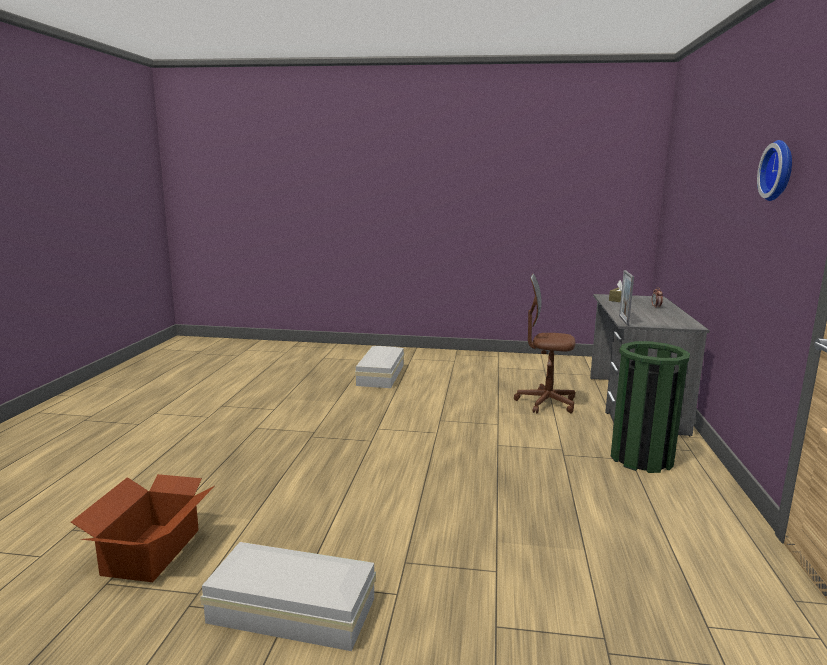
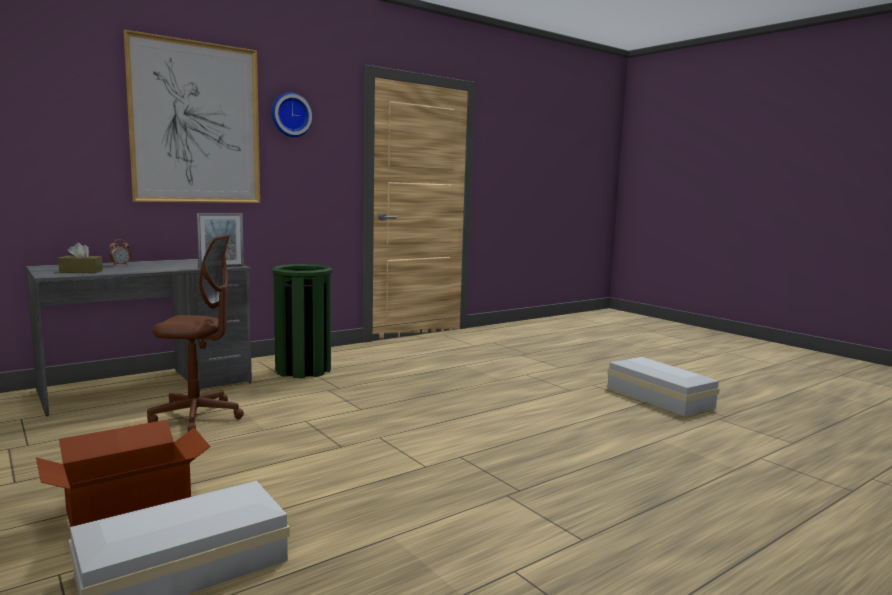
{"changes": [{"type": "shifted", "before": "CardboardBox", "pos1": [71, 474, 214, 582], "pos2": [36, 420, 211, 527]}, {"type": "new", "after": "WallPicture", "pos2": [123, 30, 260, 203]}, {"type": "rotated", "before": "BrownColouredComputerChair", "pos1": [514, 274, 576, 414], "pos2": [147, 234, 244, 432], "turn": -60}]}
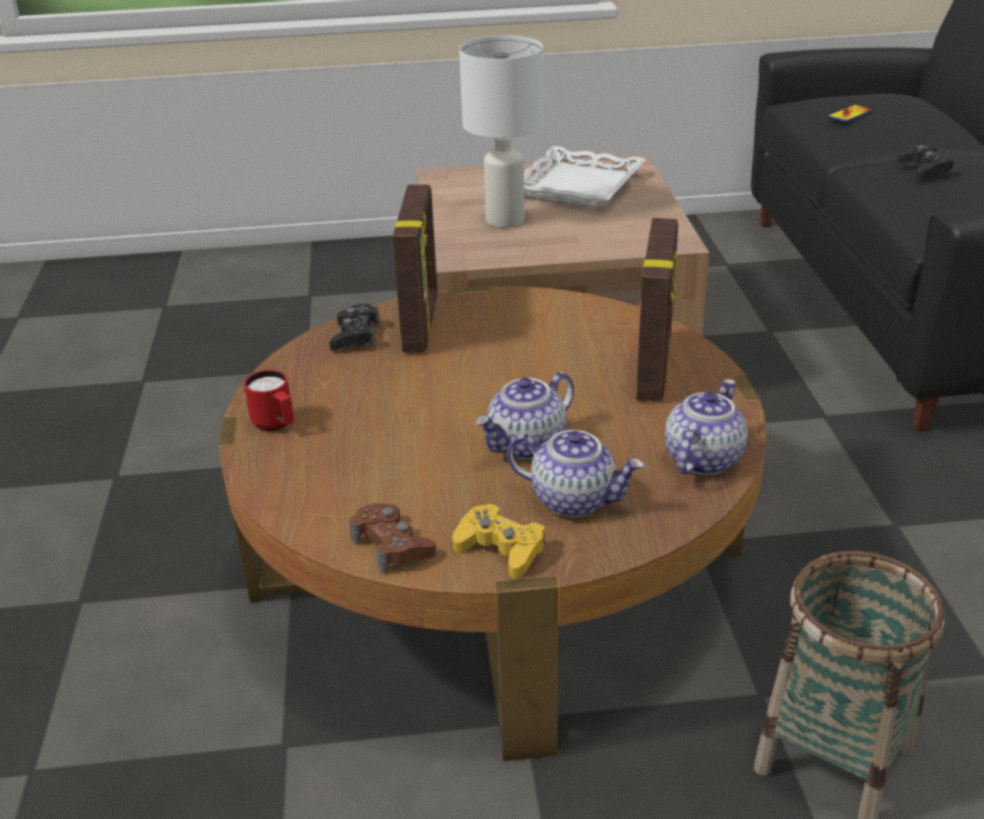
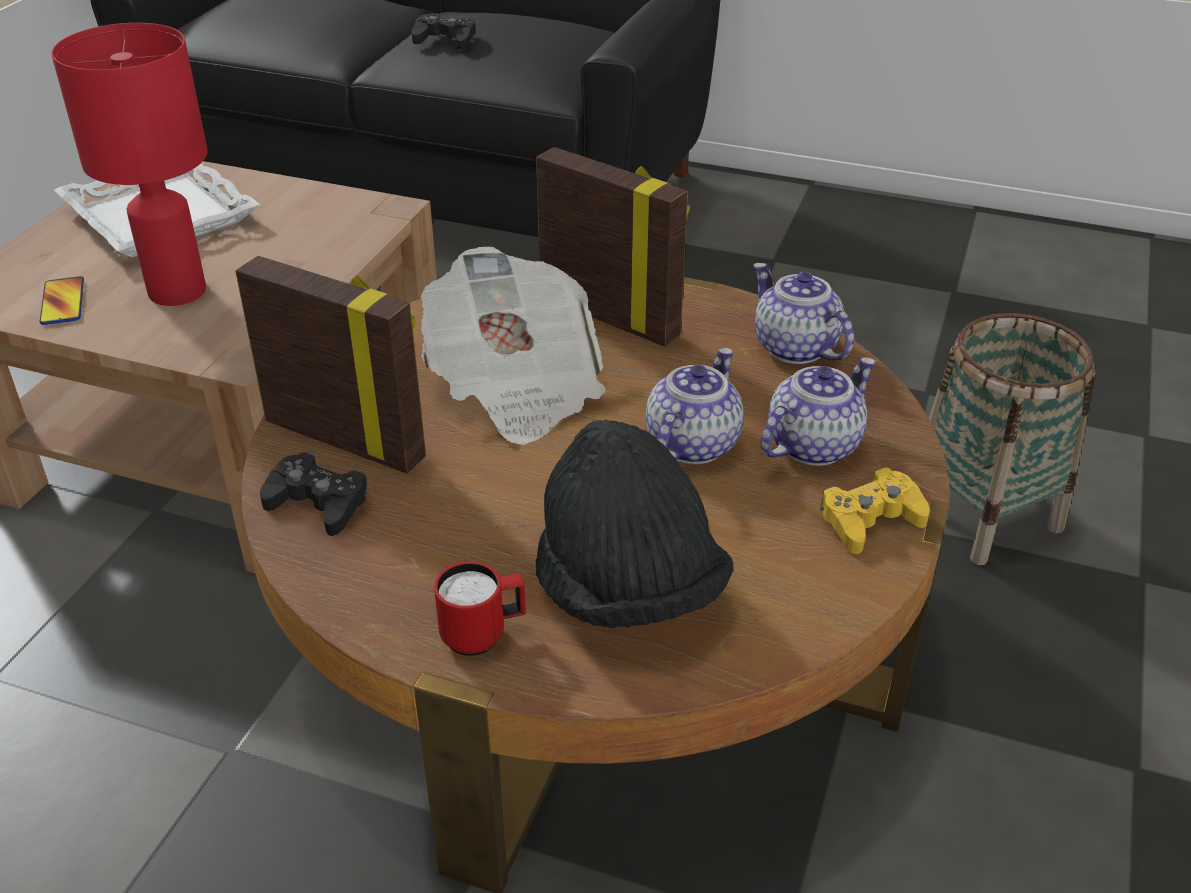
{"changes": [{"type": "shifted", "before": "Telephone", "pos1": [828, 105, 874, 122], "pos2": [40, 276, 84, 325]}, {"type": "repainted", "before": "WhitishTableLamp", "after": "RedTableLamp", "pos1": [459, 35, 543, 228], "pos2": [51, 23, 208, 306]}, {"type": "new", "after": "Newspaper", "pos2": [421, 247, 605, 445]}, {"type": "new", "after": "BlackishClothingHat", "pos2": [536, 420, 733, 628]}, {"type": "rotated", "before": "Teapot", "pos1": [475, 372, 574, 459], "pos2": [646, 348, 743, 464], "turn": -135}, {"type": "gone", "before": "BrownColouredGameController", "pos1": [349, 503, 436, 573]}]}
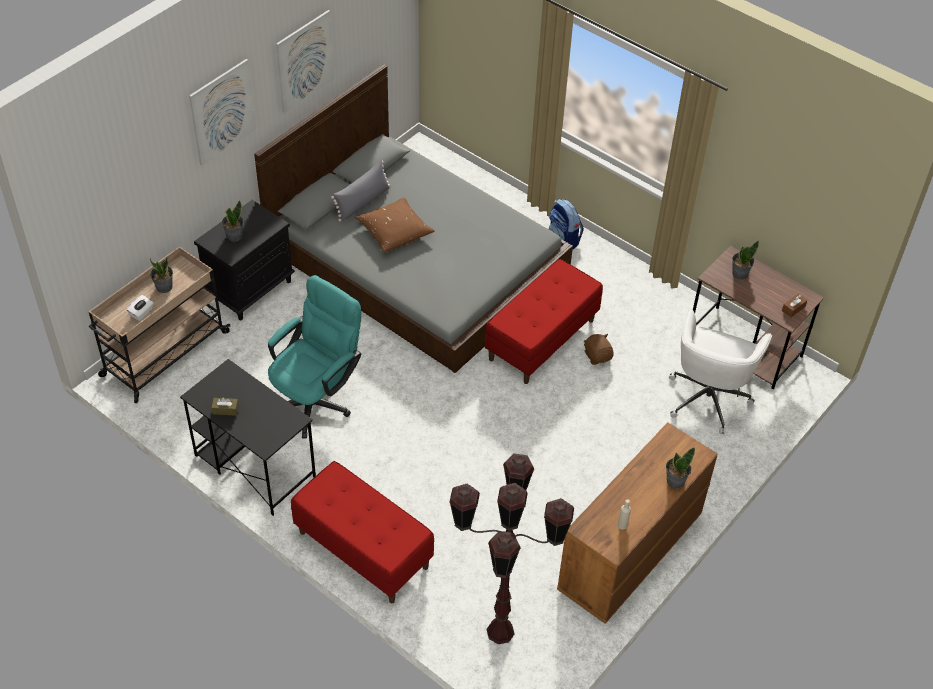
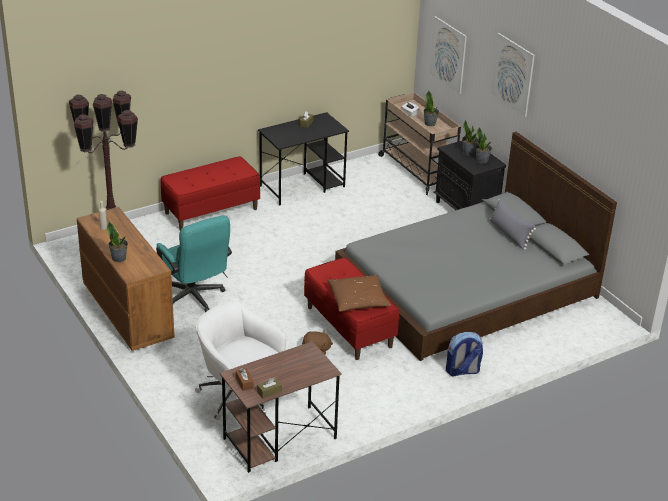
{"changes": [{"type": "shifted", "before": "BlueGreenComputerChair", "pos1": [268, 275, 361, 439], "pos2": [156, 215, 232, 312]}, {"type": "new", "after": "BrownColouredTissueHolder", "pos2": [257, 378, 282, 399]}, {"type": "shifted", "before": "BrownColouredCushion", "pos1": [355, 198, 434, 253], "pos2": [328, 275, 391, 312]}, {"type": "shifted", "before": "WallPicture", "pos1": [276, 10, 334, 113], "pos2": [429, 16, 467, 94]}, {"type": "shifted", "before": "PlantInAPot", "pos1": [732, 241, 759, 280], "pos2": [475, 127, 492, 163]}]}
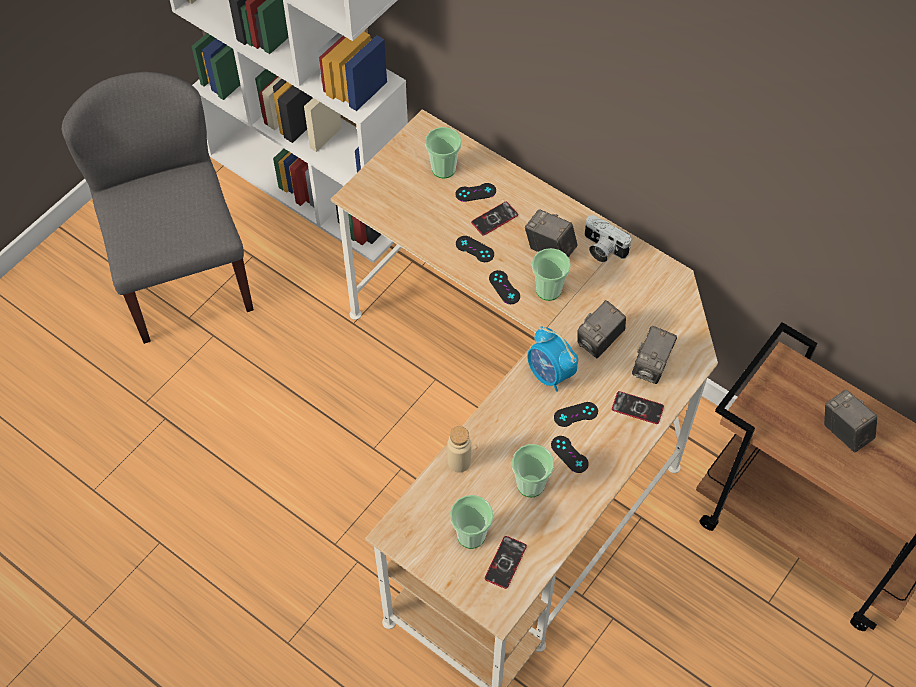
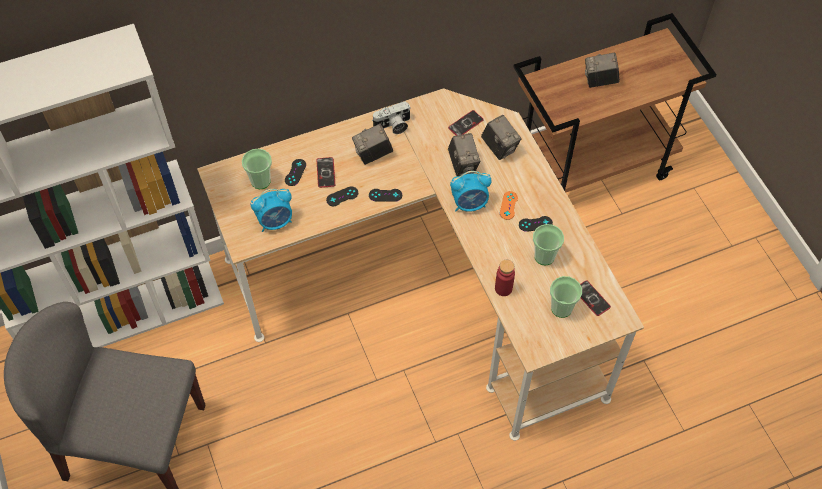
{"changes": [{"type": "new", "after": "BedsideClock", "pos2": [251, 189, 292, 232]}, {"type": "shifted", "before": "Telephone", "pos1": [612, 391, 664, 424], "pos2": [448, 110, 484, 136]}, {"type": "repainted", "before": "BeigeDrinkBottle", "after": "RedDrinkBottle", "pos1": [447, 426, 471, 473], "pos2": [495, 260, 515, 296]}, {"type": "repainted", "before": "BlackishGameController", "after": "OrangeyGameController", "pos1": [554, 402, 598, 427], "pos2": [500, 191, 518, 220]}, {"type": "gone", "before": "SmallCup", "pos1": [532, 248, 571, 301]}]}
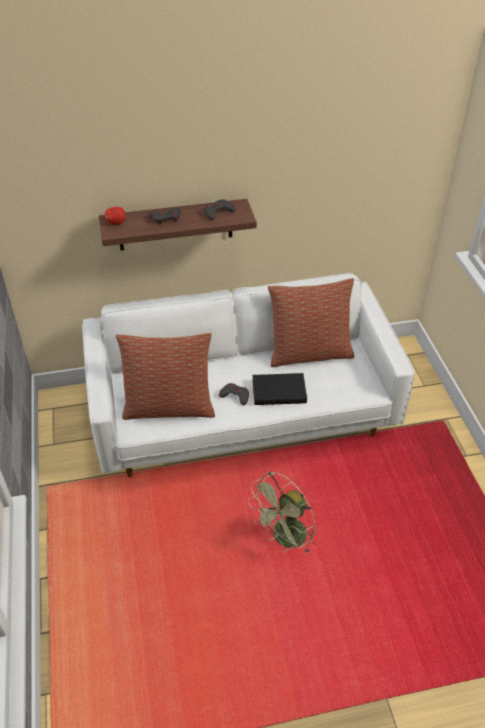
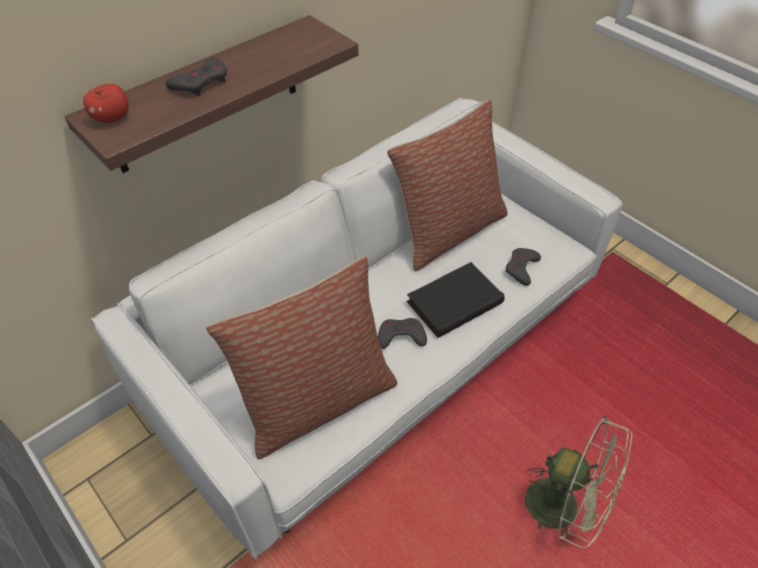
{"changes": [{"type": "shifted", "before": "GrayGameController", "pos1": [204, 200, 236, 220], "pos2": [506, 248, 541, 286]}, {"type": "rotated", "before": "GreenishElectricFan", "pos1": [248, 472, 315, 555], "pos2": [525, 416, 633, 548], "turn": -75}]}
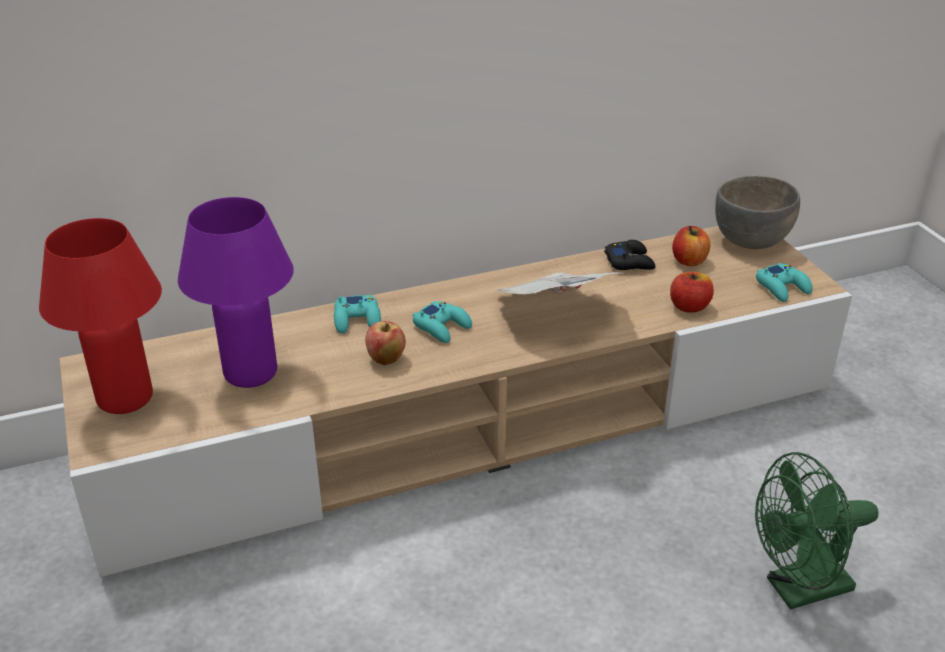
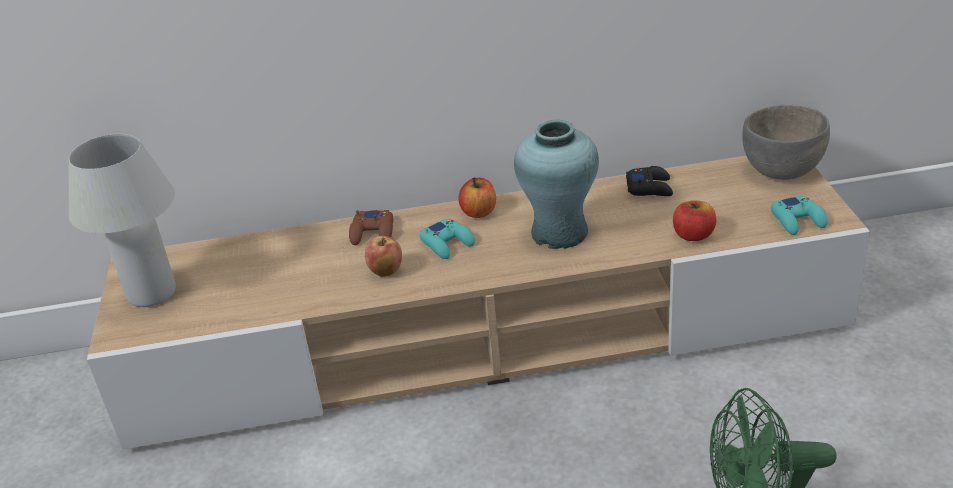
{"changes": [{"type": "repainted", "before": "RedTableLamp", "after": "WhitishTableLamp", "pos1": [39, 218, 162, 414], "pos2": [69, 134, 176, 307]}, {"type": "repainted", "before": "BlueGreenGameController", "after": "BrownColouredGameController", "pos1": [334, 295, 381, 334], "pos2": [349, 210, 393, 245]}, {"type": "shifted", "before": "Apple", "pos1": [672, 226, 711, 266], "pos2": [458, 177, 496, 218]}, {"type": "swapped", "before": "Newspaper", "after": "BlueGreenFlowerVase", "pos1": [496, 272, 620, 294], "pos2": [514, 119, 599, 249]}, {"type": "gone", "before": "PurpleTableLamp", "pos1": [178, 197, 294, 388]}]}
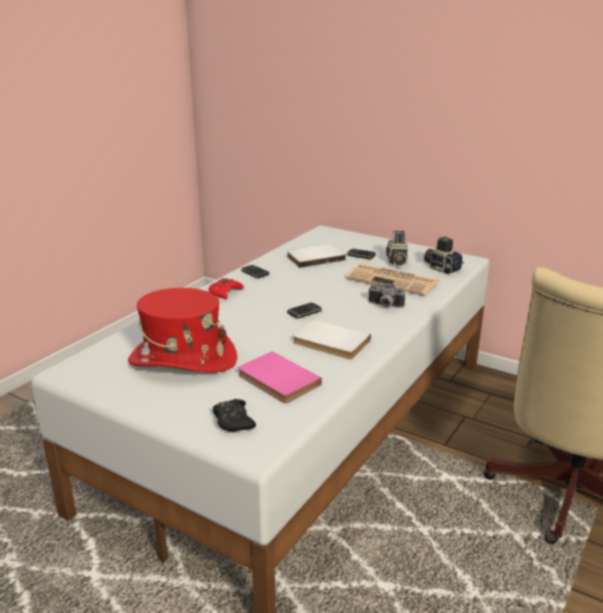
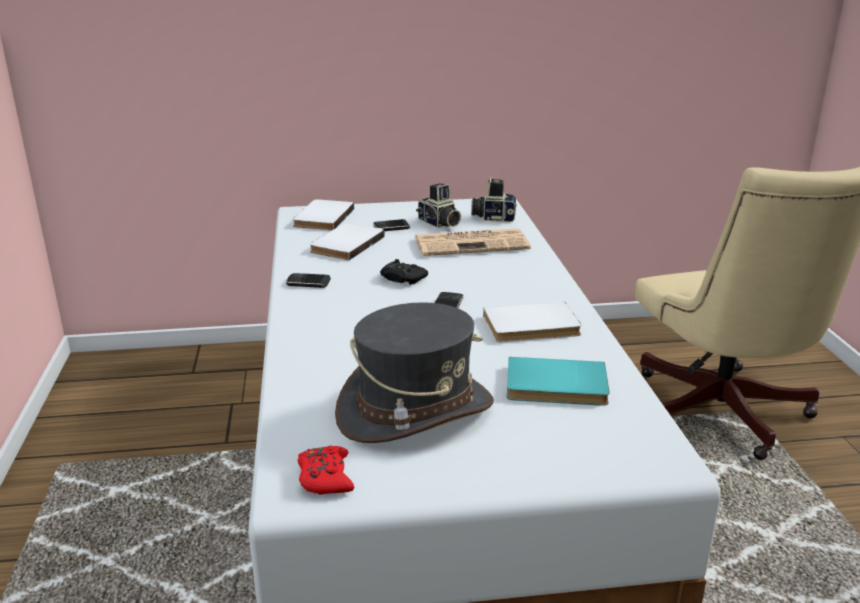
{"changes": [{"type": "new", "after": "WhitishBook", "pos2": [293, 199, 354, 231]}, {"type": "shifted", "before": "RedGameController", "pos1": [209, 278, 244, 299], "pos2": [298, 446, 354, 495]}, {"type": "repainted", "before": "RedClothingHat", "after": "GrayClothingHat", "pos1": [128, 288, 237, 372], "pos2": [335, 302, 494, 443]}, {"type": "shifted", "before": "BlackishGameController", "pos1": [213, 399, 256, 432], "pos2": [380, 259, 428, 285]}, {"type": "repainted", "before": "PinkColouredBook", "after": "BlueGreenBook", "pos1": [238, 351, 322, 403], "pos2": [507, 357, 610, 406]}, {"type": "gone", "before": "StillCamera", "pos1": [368, 283, 405, 308]}]}
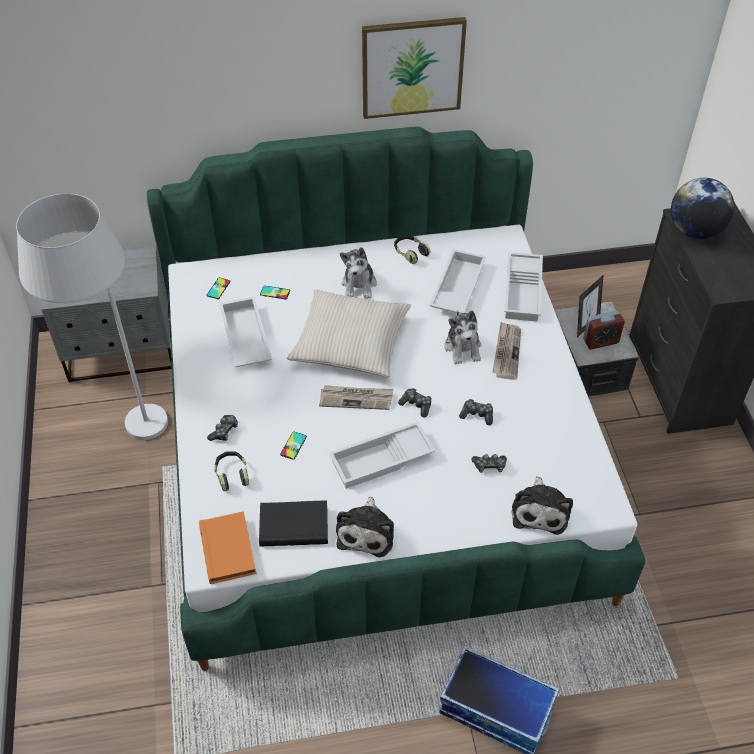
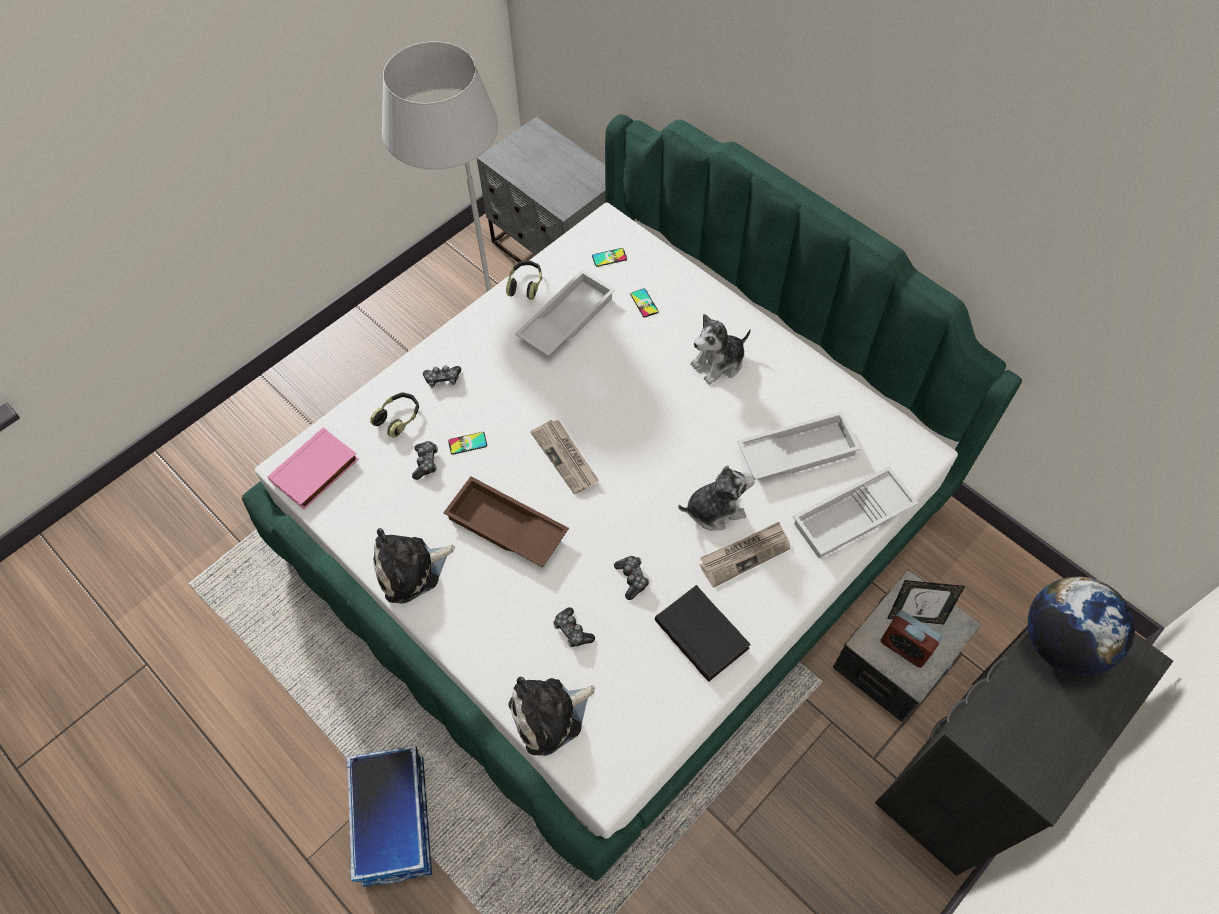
{"changes": [{"type": "repainted", "before": "OrangeyBook", "after": "PinkColouredBook", "pos1": [199, 511, 257, 584], "pos2": [268, 427, 359, 509]}, {"type": "shifted", "before": "GameController", "pos1": [398, 388, 431, 417], "pos2": [412, 441, 438, 480]}, {"type": "repainted", "before": "WhitishServingTray", "after": "BrownColouredServingTray", "pos1": [329, 422, 435, 489], "pos2": [443, 476, 569, 567]}, {"type": "shifted", "before": "Headset", "pos1": [394, 235, 431, 264], "pos2": [506, 260, 542, 300]}, {"type": "shifted", "before": "BlackishBook", "pos1": [259, 500, 328, 546], "pos2": [655, 585, 751, 682]}, {"type": "rotated", "before": "PlushToy", "pos1": [445, 311, 481, 364], "pos2": [678, 465, 755, 531], "turn": -150}, {"type": "gone", "before": "BeigeCushion", "pos1": [287, 290, 411, 378]}, {"type": "gone", "before": "WallPicture", "pos1": [362, 17, 467, 119]}]}
